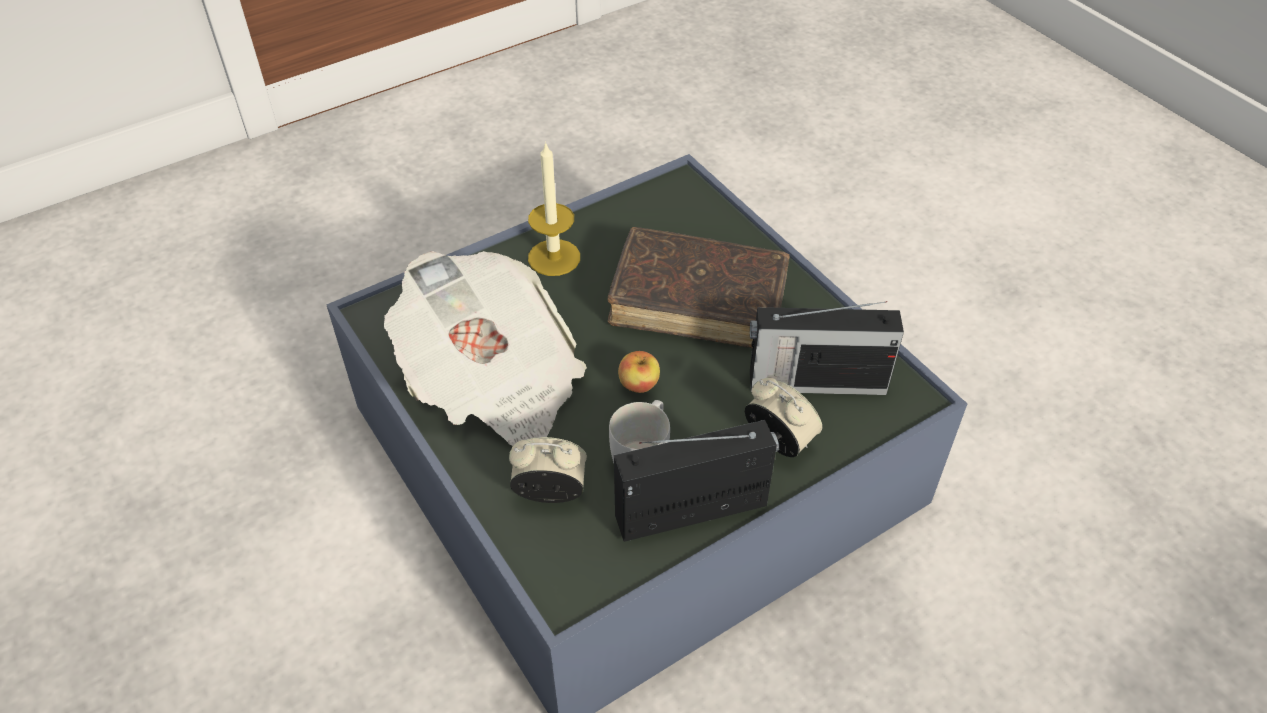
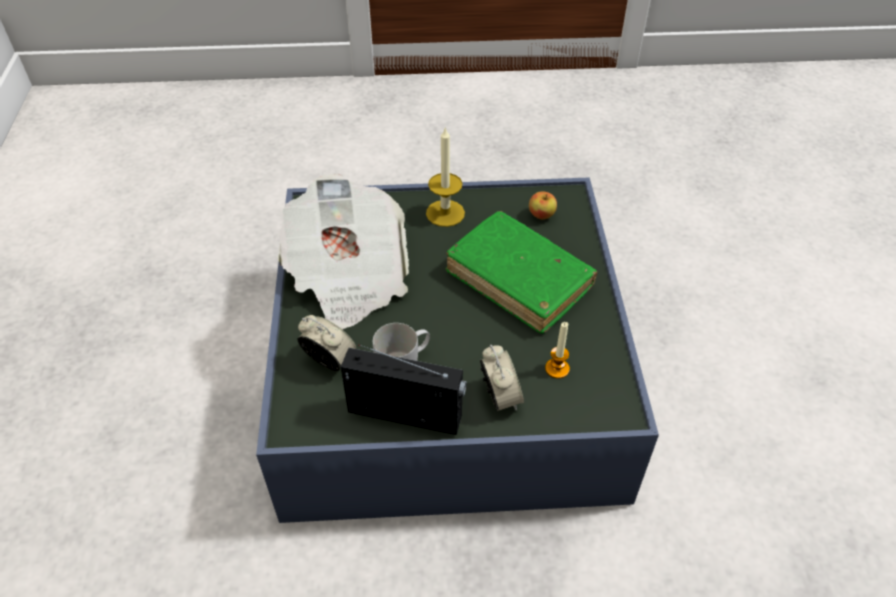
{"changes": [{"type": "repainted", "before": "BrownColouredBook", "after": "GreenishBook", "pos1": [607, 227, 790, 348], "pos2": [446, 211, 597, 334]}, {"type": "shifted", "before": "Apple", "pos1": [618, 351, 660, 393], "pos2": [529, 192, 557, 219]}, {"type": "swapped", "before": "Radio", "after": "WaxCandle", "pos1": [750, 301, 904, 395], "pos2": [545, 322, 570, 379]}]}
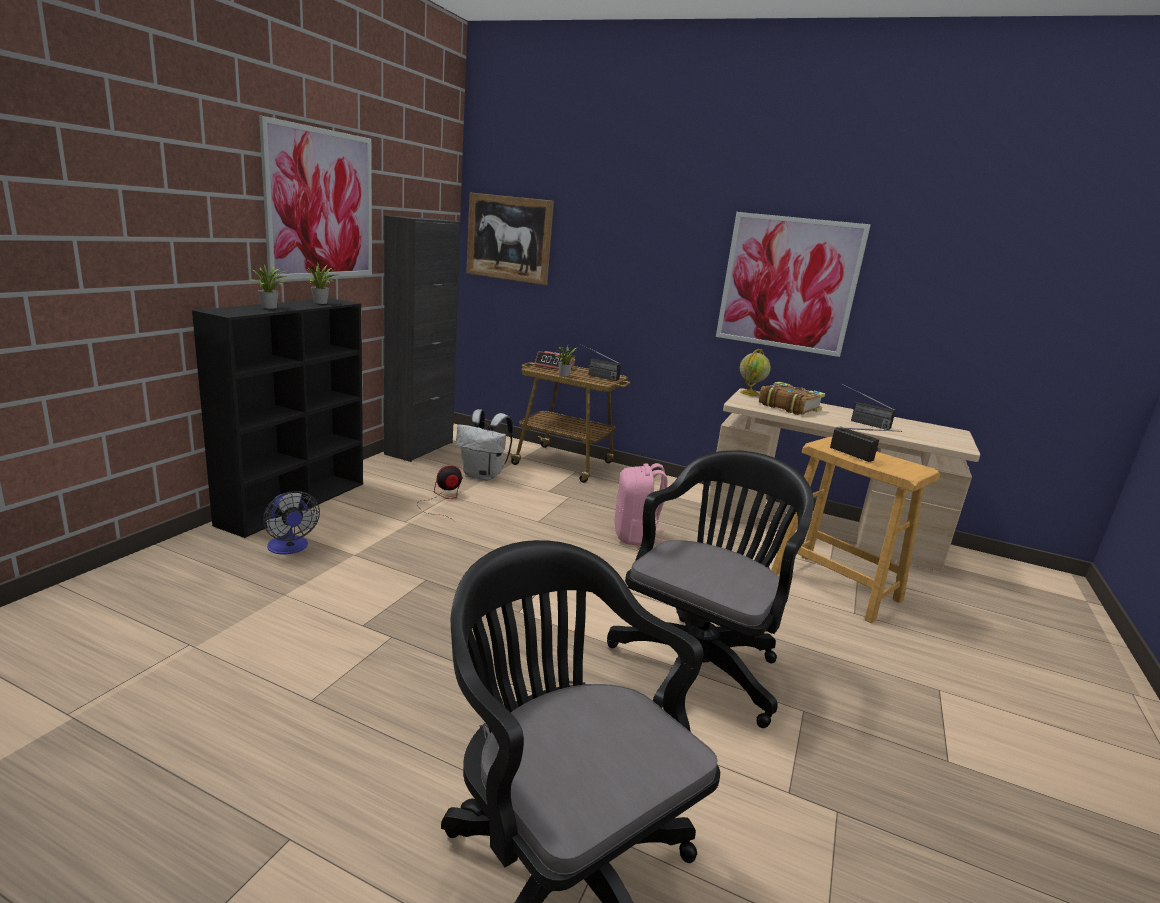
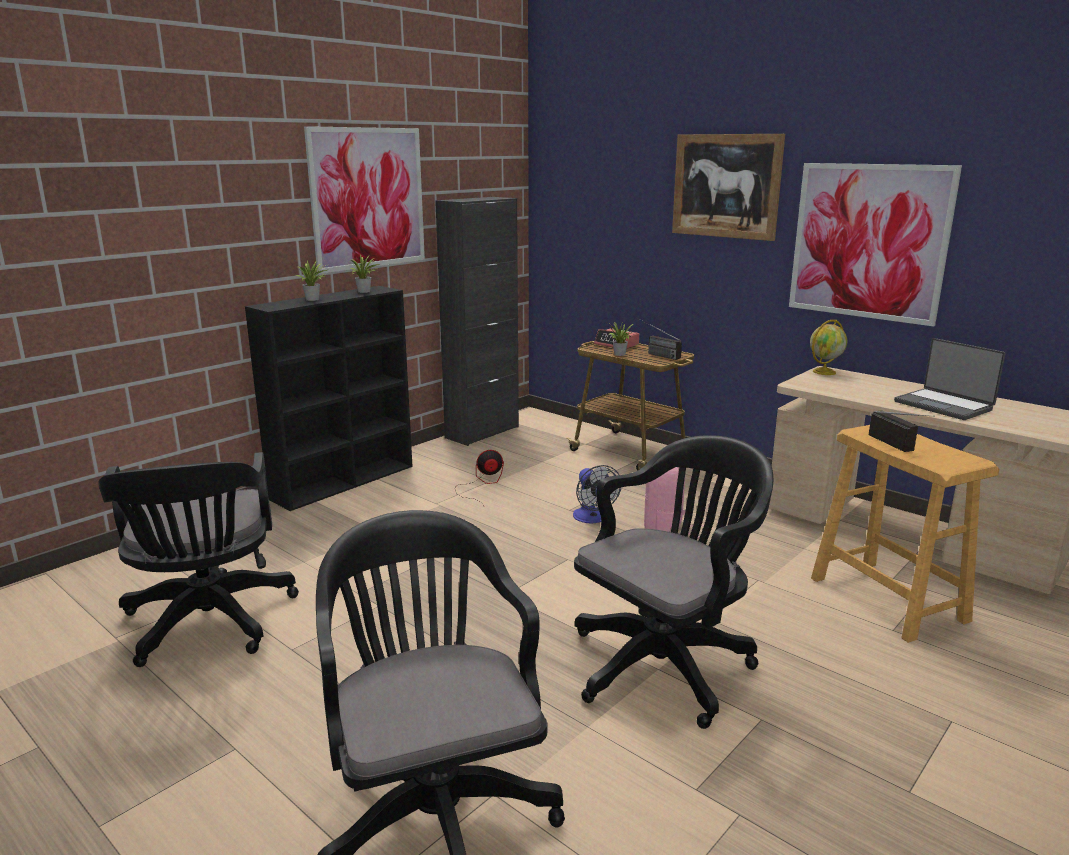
{"changes": [{"type": "new", "after": "BlackishComputerChair", "pos2": [98, 452, 299, 667]}, {"type": "shifted", "before": "ElectricFan", "pos1": [263, 491, 320, 554], "pos2": [573, 465, 621, 523]}, {"type": "shifted", "before": "WallPicture", "pos1": [466, 193, 554, 285], "pos2": [672, 134, 785, 241]}, {"type": "swapped", "before": "Radio", "after": "NotebookComputer", "pos1": [842, 384, 895, 430], "pos2": [894, 338, 1005, 420]}, {"type": "gone", "before": "WhitishKnapsack", "pos1": [456, 409, 513, 480]}, {"type": "gone", "before": "Book", "pos1": [759, 382, 825, 415]}]}
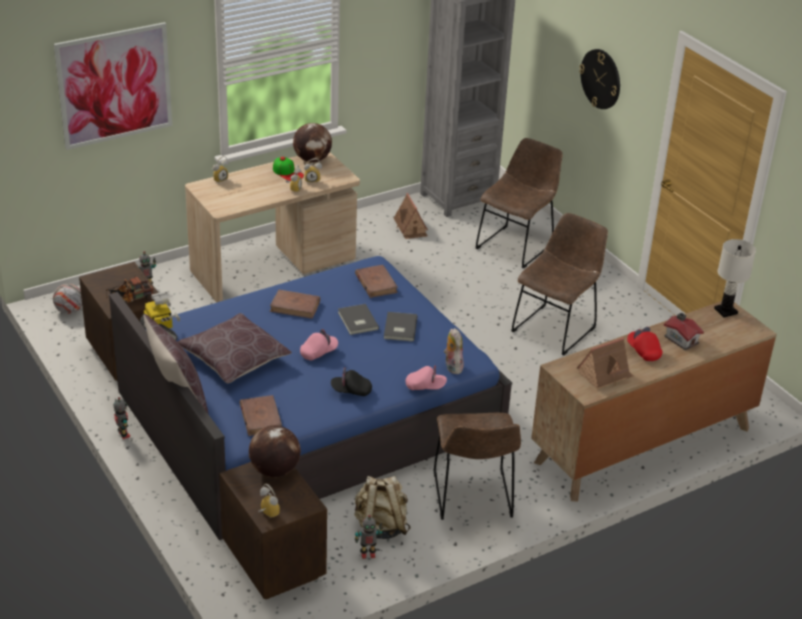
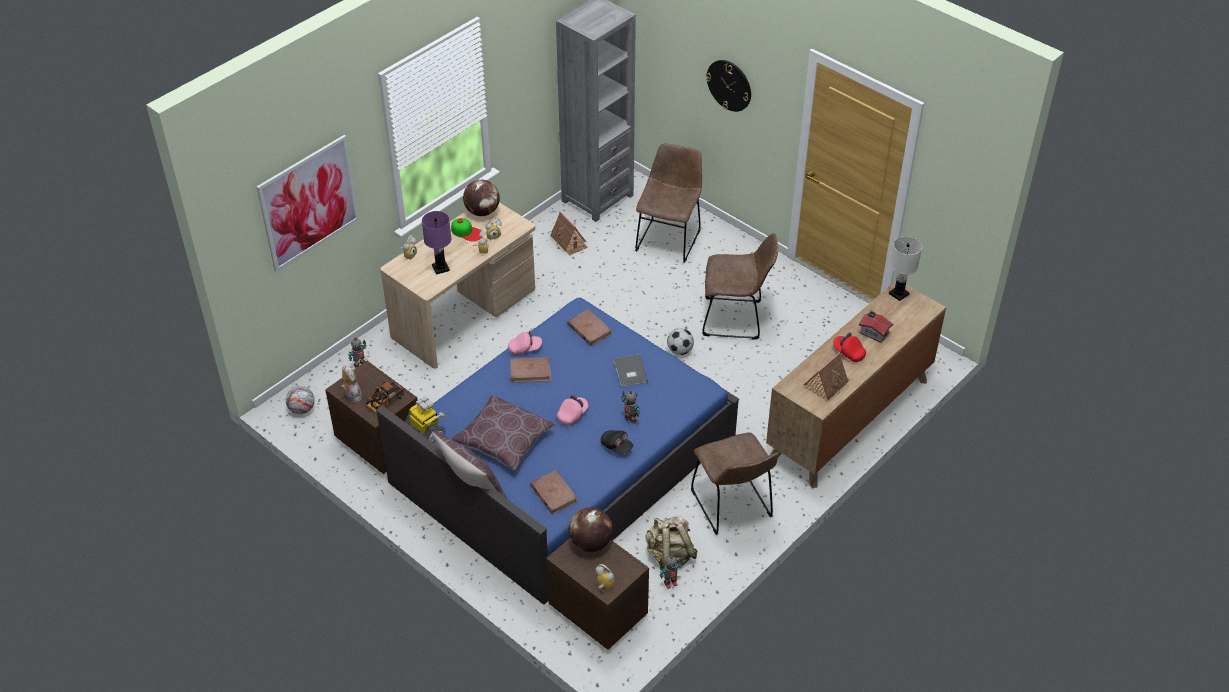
{"changes": [{"type": "shifted", "before": "PlushToy", "pos1": [444, 328, 464, 374], "pos2": [341, 365, 362, 402]}, {"type": "new", "after": "PurpleTableLamp", "pos2": [422, 211, 451, 275]}, {"type": "shifted", "before": "PinkColouredPeakedCap", "pos1": [406, 365, 447, 390], "pos2": [508, 331, 542, 355]}, {"type": "rotated", "before": "BlackishPeakedCap", "pos1": [331, 368, 372, 396], "pos2": [601, 430, 633, 454], "turn": -120}, {"type": "shifted", "before": "RobotFigure", "pos1": [114, 397, 130, 439], "pos2": [621, 390, 640, 424]}, {"type": "new", "after": "BallForFootball", "pos2": [667, 328, 694, 355]}, {"type": "rotated", "before": "BrownColouredChair", "pos1": [511, 213, 608, 356], "pos2": [702, 233, 778, 339], "turn": 75}, {"type": "gone", "before": "GrayBook", "pos1": [338, 304, 379, 335]}]}
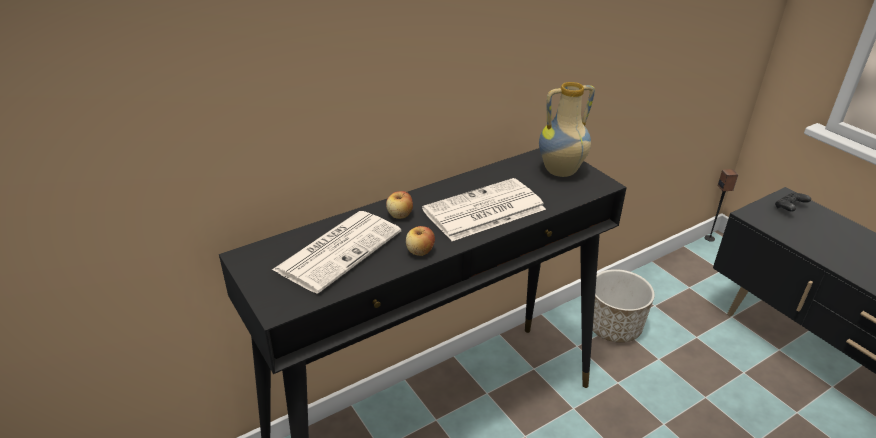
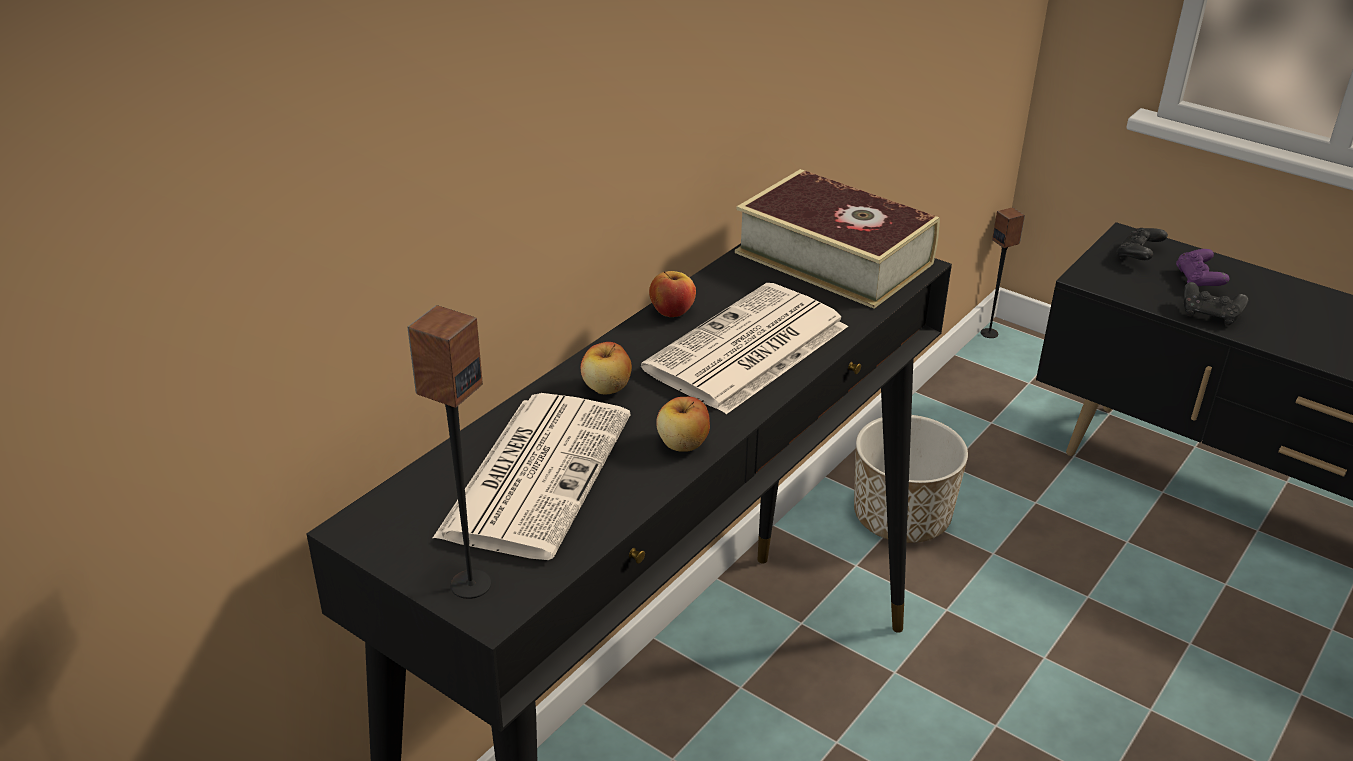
{"changes": [{"type": "new", "after": "Speaker", "pos2": [407, 305, 491, 599]}, {"type": "new", "after": "Apple", "pos2": [649, 271, 696, 317]}, {"type": "swapped", "before": "FlowerVase", "after": "Book", "pos1": [539, 82, 595, 177], "pos2": [735, 169, 940, 309]}, {"type": "new", "after": "PurpleGameController", "pos2": [1176, 249, 1229, 286]}, {"type": "new", "after": "BlackishGameController", "pos2": [1183, 282, 1248, 326]}]}
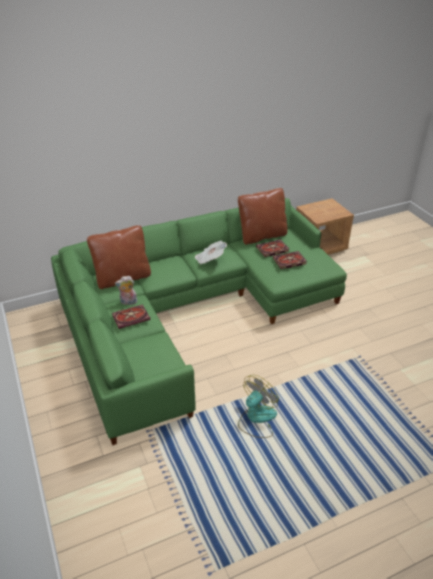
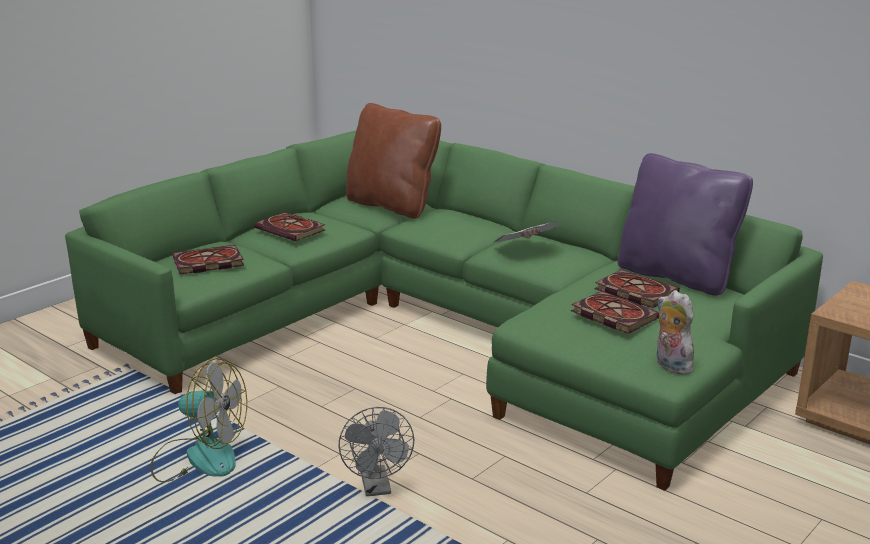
{"changes": [{"type": "new", "after": "Book", "pos2": [173, 245, 244, 274]}, {"type": "new", "after": "GrayElectricFan", "pos2": [339, 407, 414, 497]}, {"type": "repainted", "before": "BrownColouredCushion", "after": "PurpleCushion", "pos1": [238, 188, 288, 245], "pos2": [618, 153, 753, 296]}, {"type": "shifted", "before": "PlushToy", "pos1": [115, 276, 138, 305], "pos2": [657, 290, 696, 375]}]}
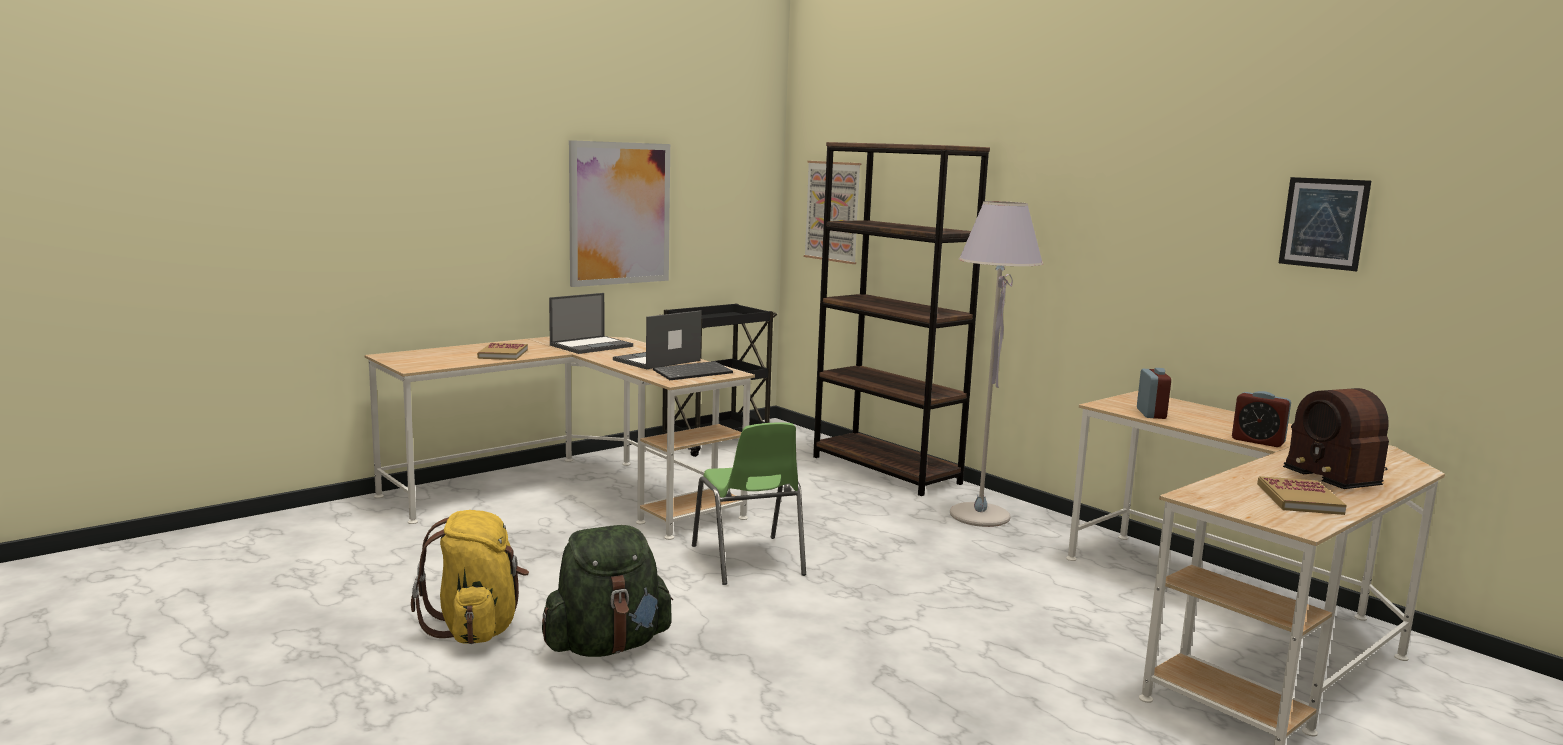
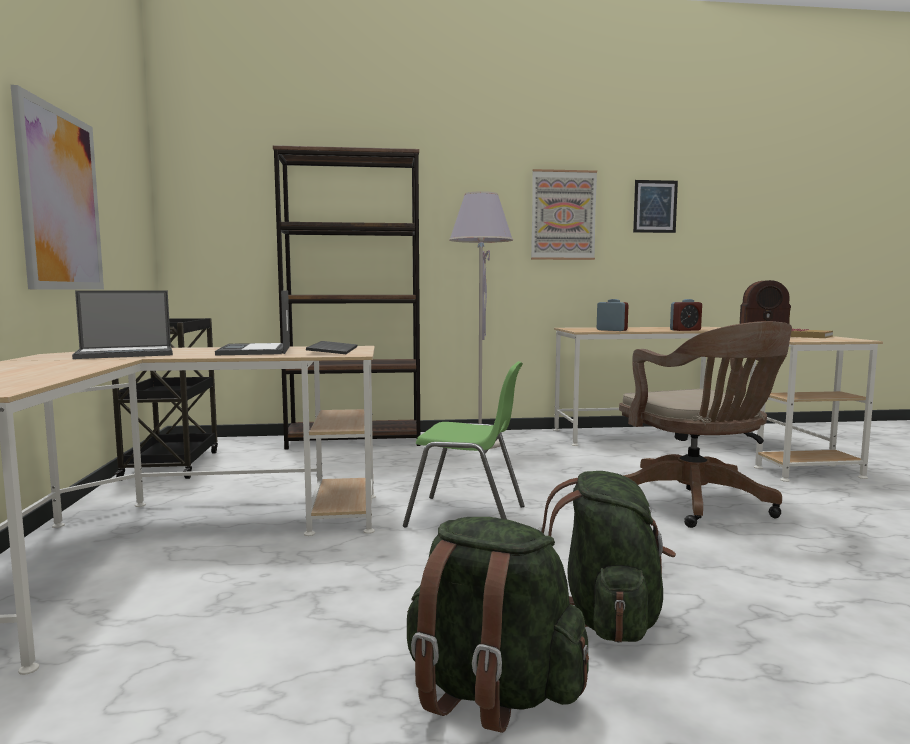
{"changes": [{"type": "rotated", "before": "NotebookComputer", "pos1": [549, 293, 633, 354], "pos2": [72, 290, 173, 359], "turn": 75}, {"type": "repainted", "before": "YellowColouredKnapsack", "after": "GreenishKnapsack", "pos1": [411, 510, 529, 644], "pos2": [407, 517, 589, 733]}, {"type": "shifted", "before": "WallPicture", "pos1": [804, 161, 861, 264], "pos2": [531, 169, 597, 260]}, {"type": "new", "after": "BrownColouredComputerChair", "pos2": [619, 321, 792, 528]}, {"type": "gone", "before": "Book", "pos1": [477, 343, 528, 360]}]}
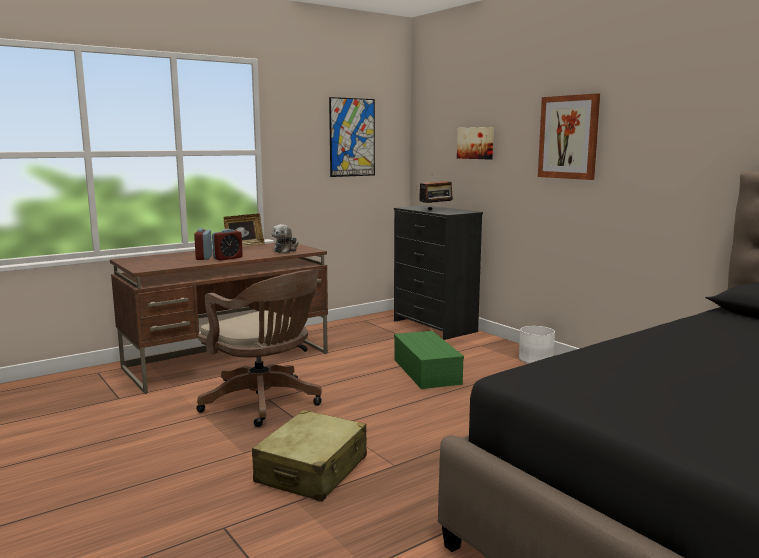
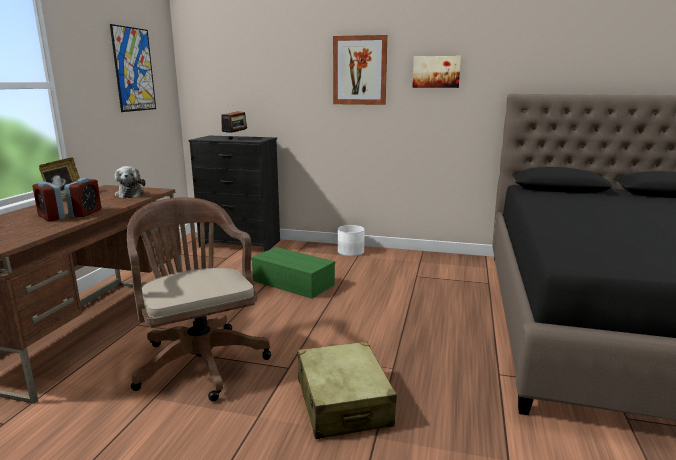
{"changes": [{"type": "rotated", "before": "BrownColouredComputerChair", "pos1": [196, 270, 322, 427], "pos2": [127, 197, 271, 402], "turn": -120}, {"type": "shifted", "before": "WallPicture", "pos1": [457, 127, 494, 160], "pos2": [412, 56, 461, 88]}]}
